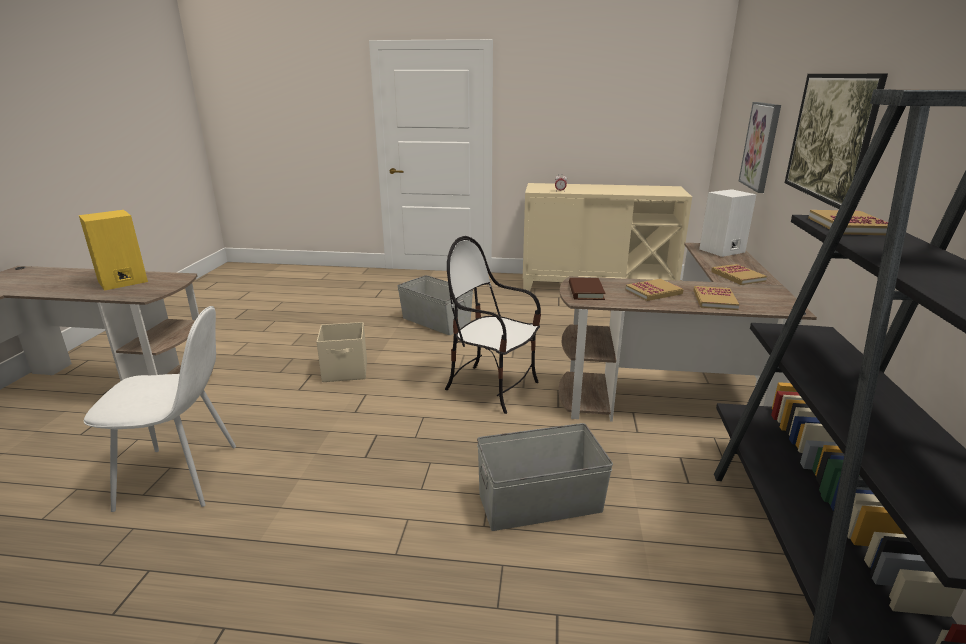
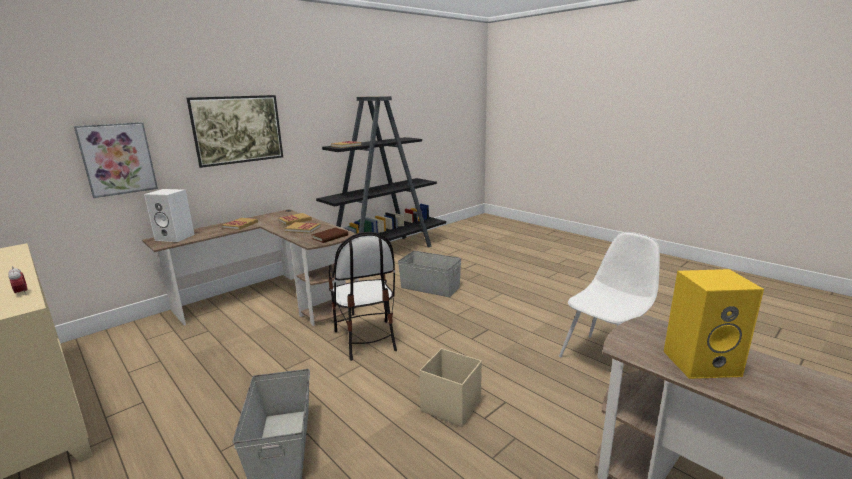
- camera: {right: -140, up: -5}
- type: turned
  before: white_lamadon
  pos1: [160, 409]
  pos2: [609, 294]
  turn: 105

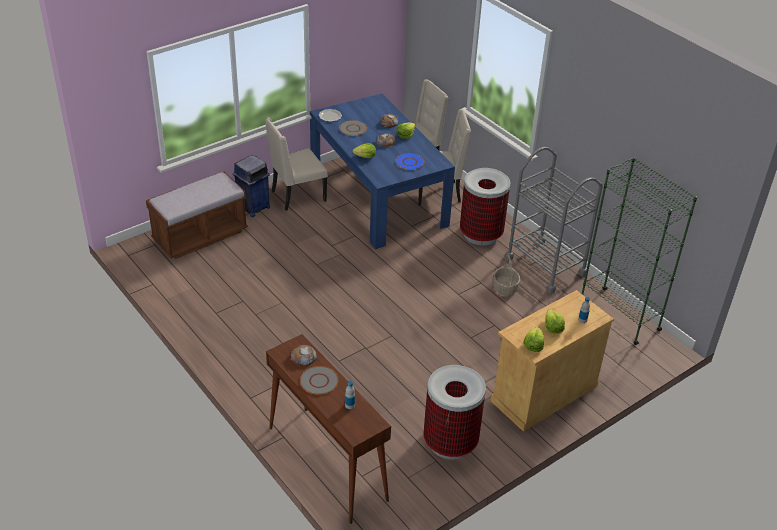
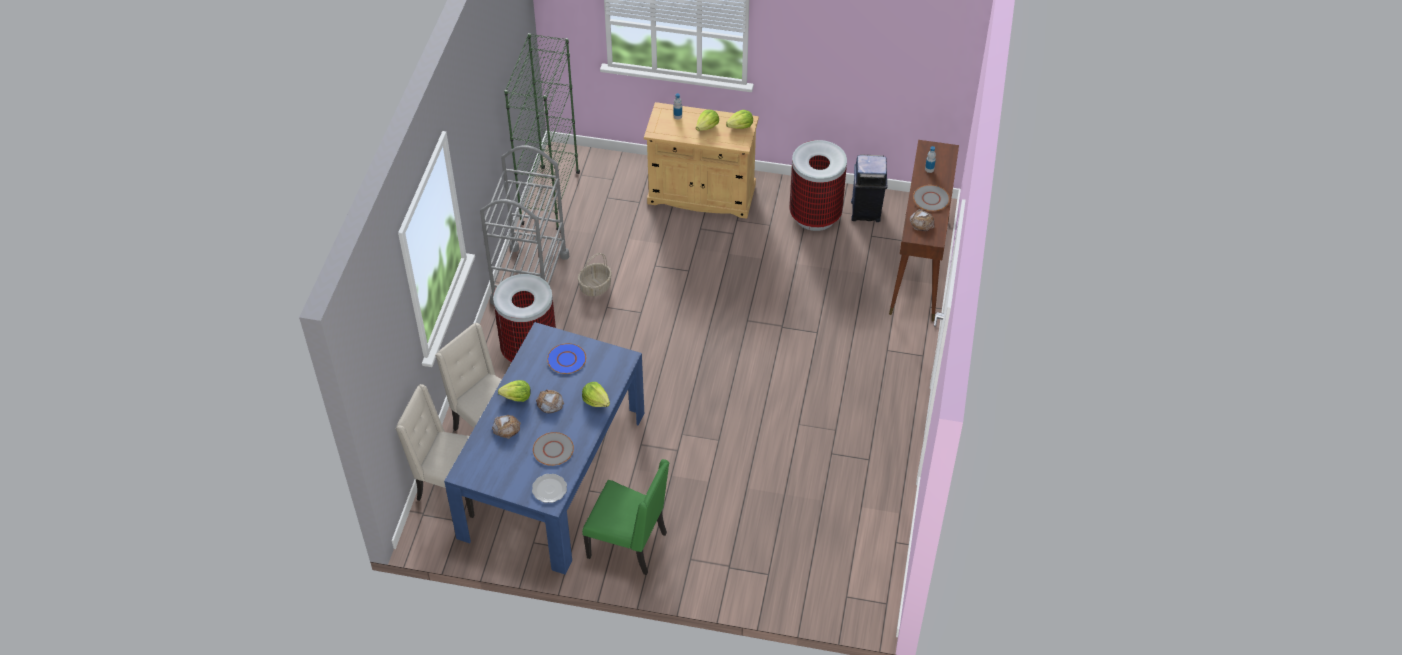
- camera: {right: -130, up: 10}
- type: recoloured
  before: beige_lamadon
  after: green_lamadon
  pos1: [296, 164]
  pos2: [625, 517]
- type: moved
  before: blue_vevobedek
  pos1: [251, 186]
  pos2: [869, 188]
- type: removed
  before: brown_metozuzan
  pos1: [197, 215]

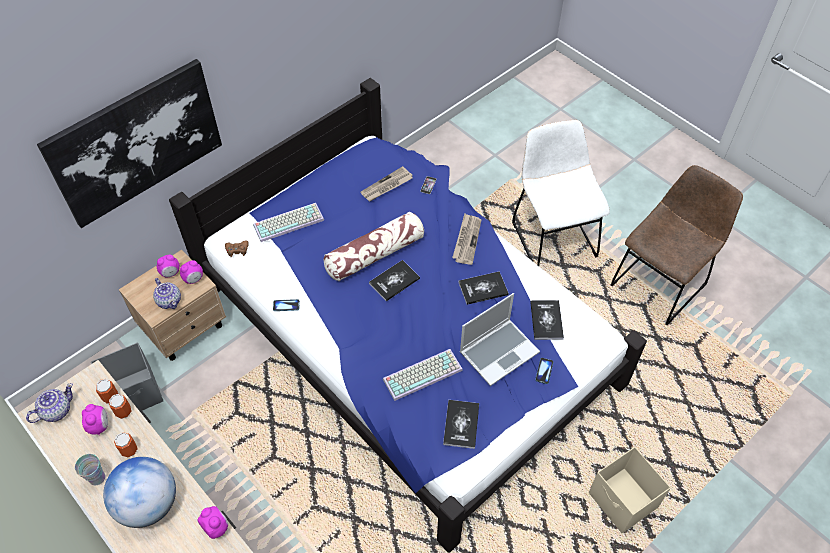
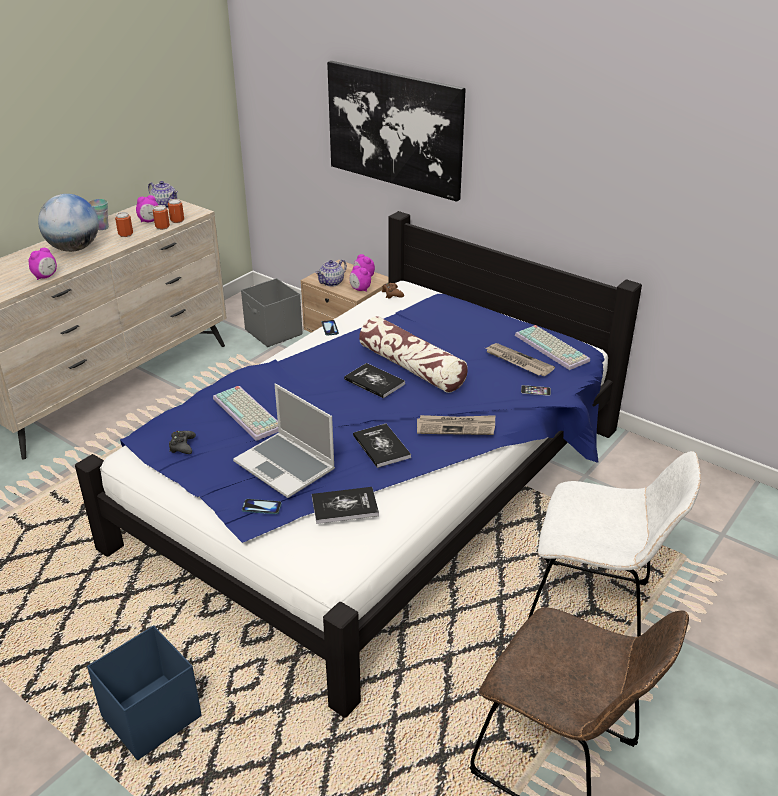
- camera: {right: 80, up: -20}
- type: recoloured
  before: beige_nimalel
  after: blue_nimalel
  pos1: [630, 490]
  pos2: [144, 693]
- type: replaced
  before: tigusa
  after: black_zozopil
  pos1: [461, 424]
  pos2: [182, 442]
- type: moved
  before: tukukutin
  pos1: [288, 222]
  pos2: [552, 347]
- type: turned
  before: white_lamadon
  pos1: [561, 193]
  pos2: [614, 544]
  turn: 45

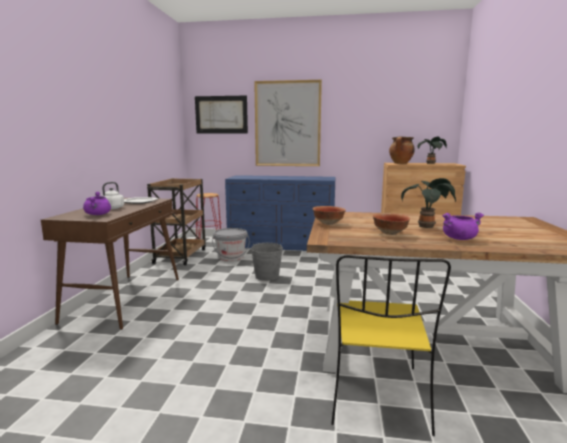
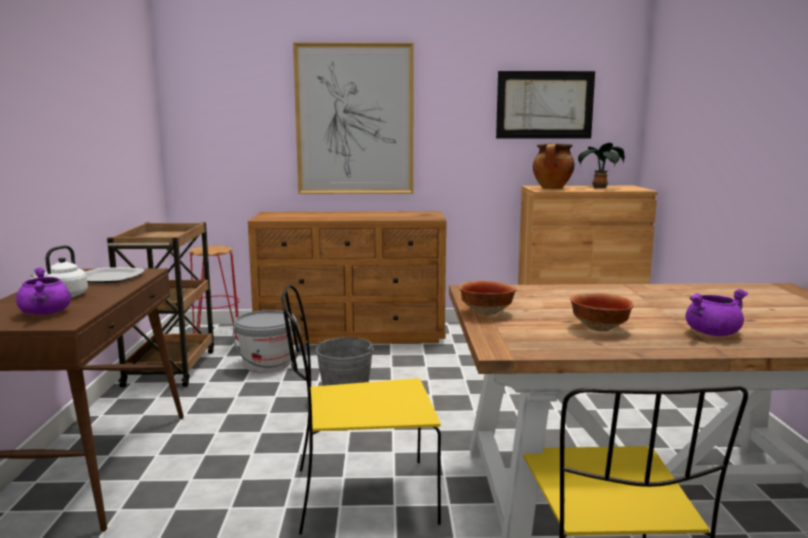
- camera: {right: -10, up: 0}
- type: recoloured
  before: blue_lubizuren
  after: brown_lubizuren
  pos1: [280, 213]
  pos2: [347, 278]
- type: added
  after: yellow_lamadon
  pos2: [361, 409]
- type: moved
  before: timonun
  pos1: [221, 114]
  pos2: [545, 104]
- type: removed
  before: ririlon
  pos1: [428, 203]

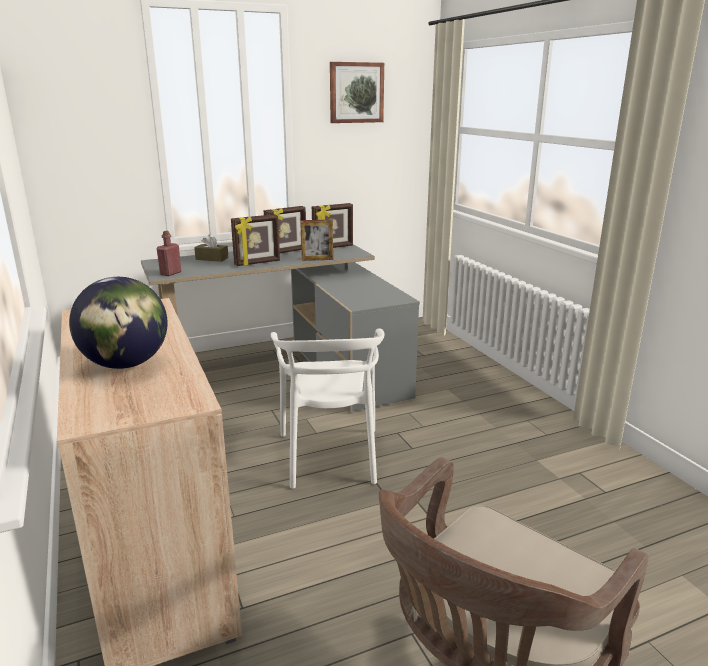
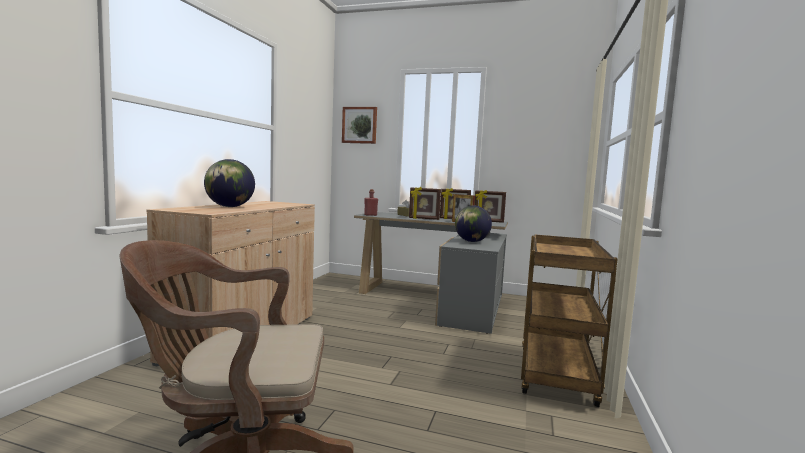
- camera: {right: 40, up: -15}
- type: moved
  before: timonun
  pos1: [357, 92]
  pos2: [359, 125]
- type: added
  after: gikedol
  pos2: [473, 223]
- type: added
  after: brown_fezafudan
  pos2: [569, 320]
- type: removed
  before: white_lamadon
  pos1: [328, 408]

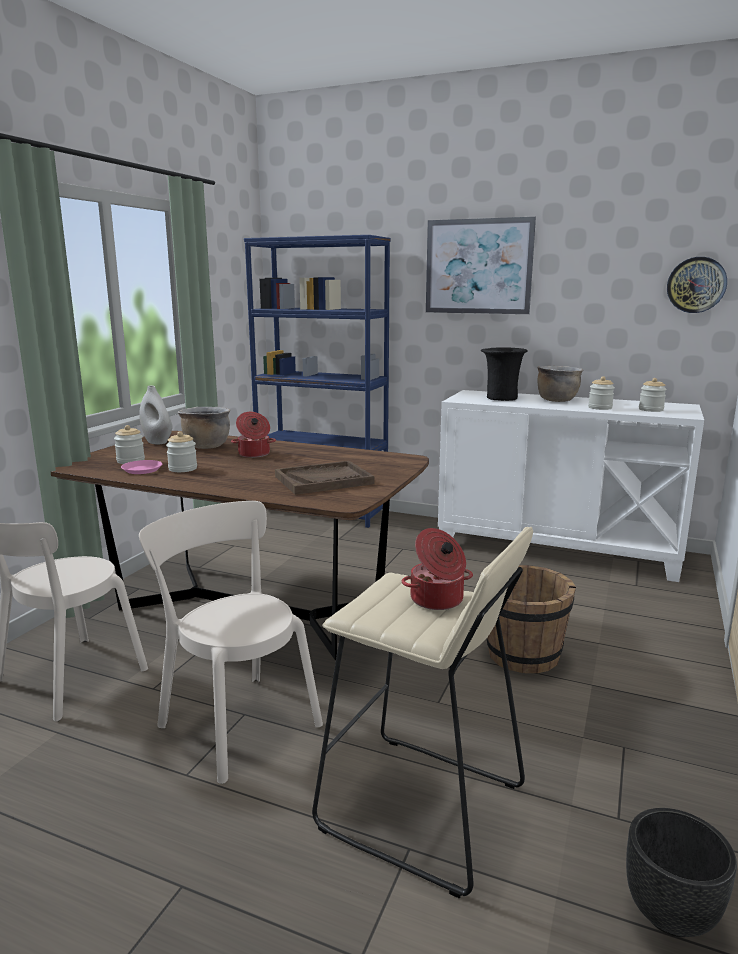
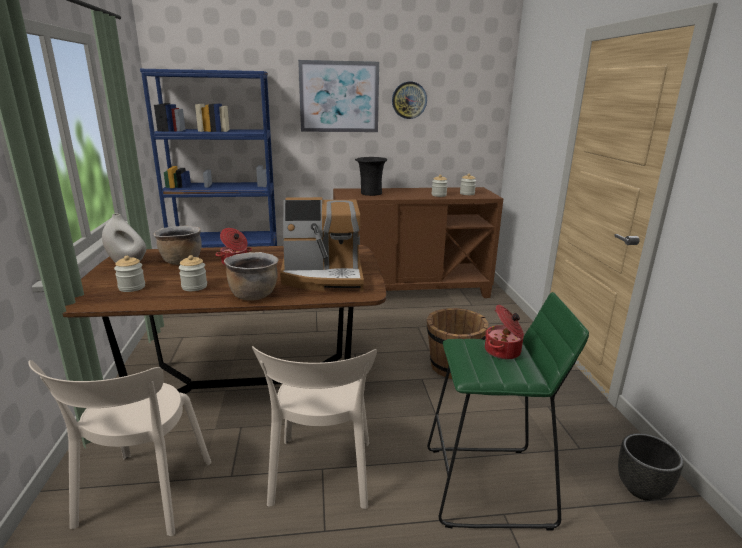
- camera: {right: -30, up: 5}
- type: moved
  before: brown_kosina
  pos1: [560, 384]
  pos2: [251, 276]
- type: turned
  before: beige_lamadon
  pos1: [231, 642]
  pos2: [314, 427]
  turn: -105
- type: replaced
  before: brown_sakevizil
  after: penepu
  pos1: [325, 478]
  pos2: [322, 244]
- type: recoloured
  before: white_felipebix
  after: brown_felipebix
  pos1: [571, 486]
  pos2: [418, 242]
- type: moved
  before: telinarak
  pos1: [697, 285]
  pos2: [409, 100]
- type: recoloured
  before: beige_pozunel
  after: green_pozunel
  pos1: [422, 712]
  pos2: [508, 411]
- type: removed
  before: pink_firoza
  pos1: [141, 467]

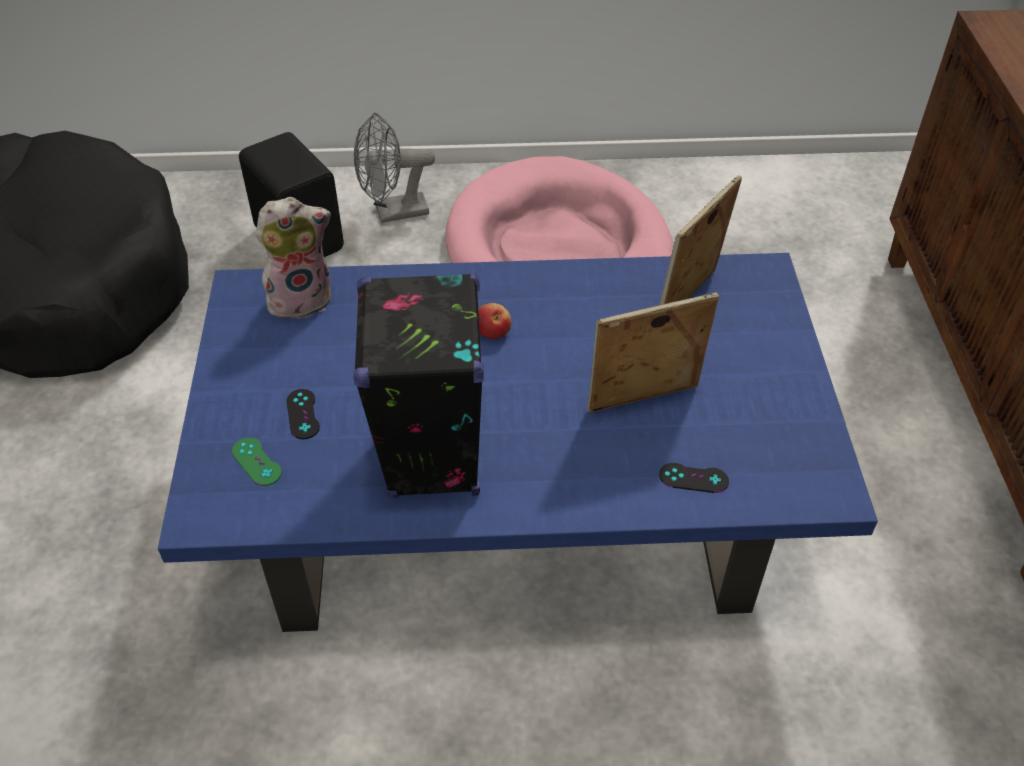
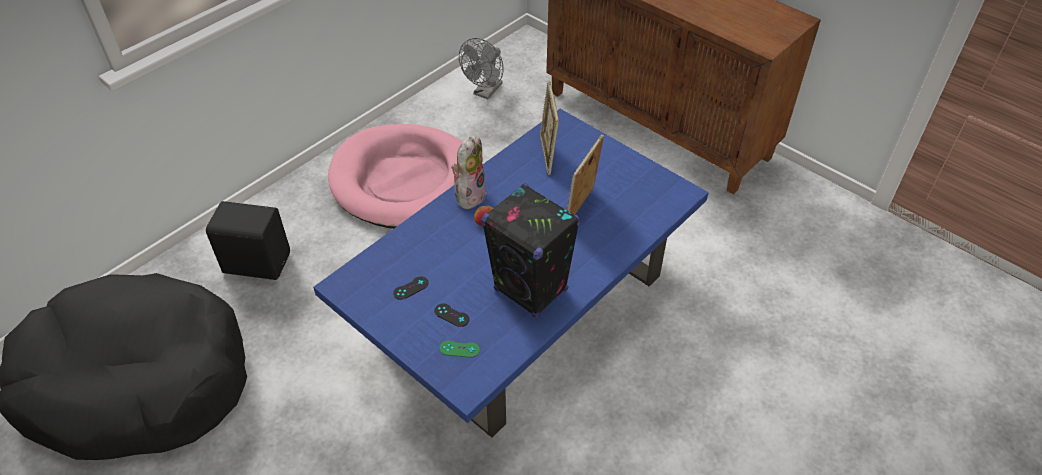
- camera: {right: -45, up: 0}
- type: moved
  before: black_zozopil
  pos1: [694, 478]
  pos2: [411, 288]
- type: moved
  before: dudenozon
  pos1: [293, 258]
  pos2: [469, 173]
- type: moved
  before: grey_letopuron
  pos1: [394, 168]
  pos2: [481, 68]

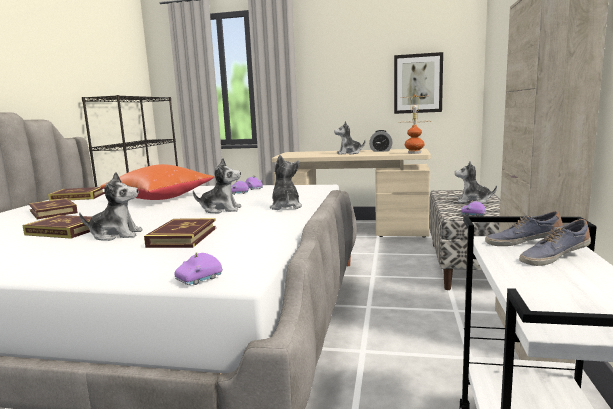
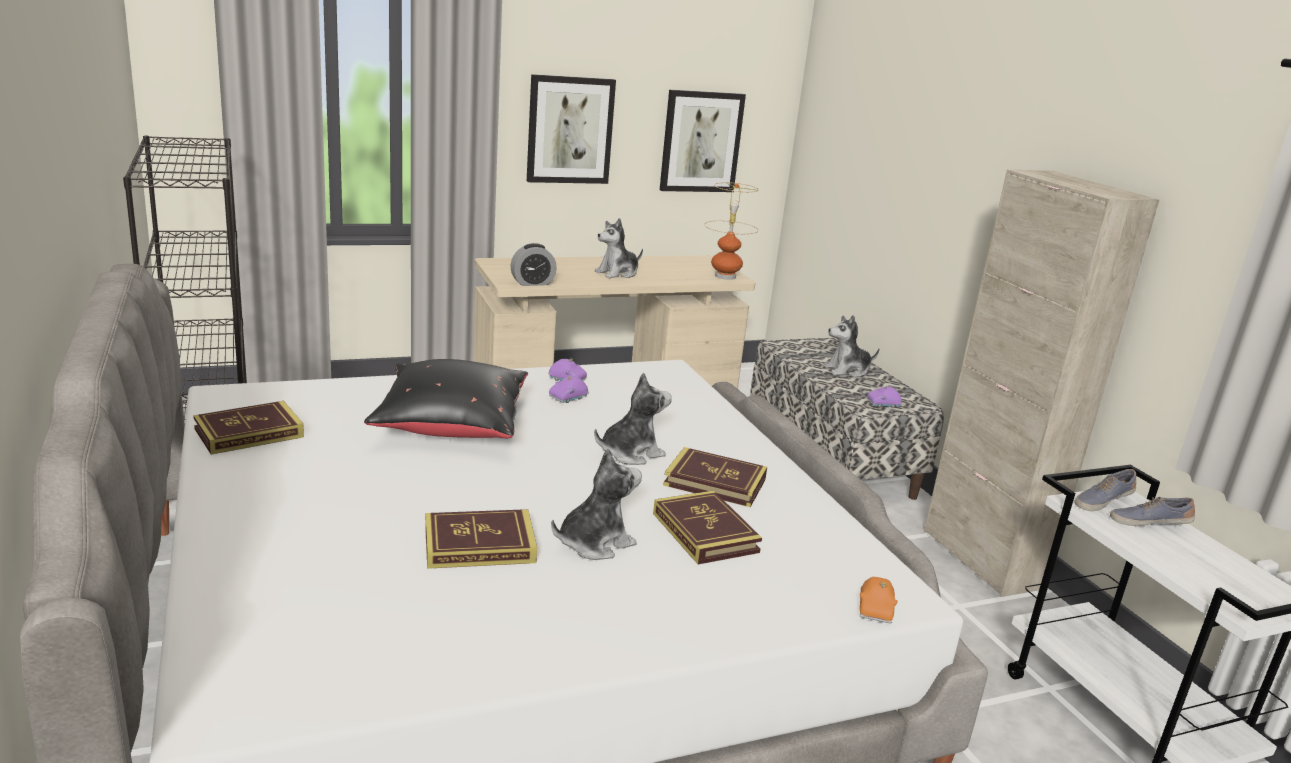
- camera: {right: -35, up: 10}
- type: recoloured
  before: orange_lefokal
  after: black_lefokal
  pos1: [157, 182]
  pos2: [446, 398]
- type: moved
  before: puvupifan
  pos1: [381, 141]
  pos2: [533, 264]
- type: added
  after: timonun
  pos2: [571, 129]
- type: moved
  before: tigusa
  pos1: [53, 208]
  pos2: [715, 477]
- type: recoloured
  before: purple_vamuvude
  after: orange_vamuvude
  pos1: [198, 268]
  pos2: [878, 600]
- type: turned
  before: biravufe
  pos1: [555, 242]
  pos2: [1152, 511]
  turn: 60
- type: removed
  before: dudenozon
  pos1: [286, 182]

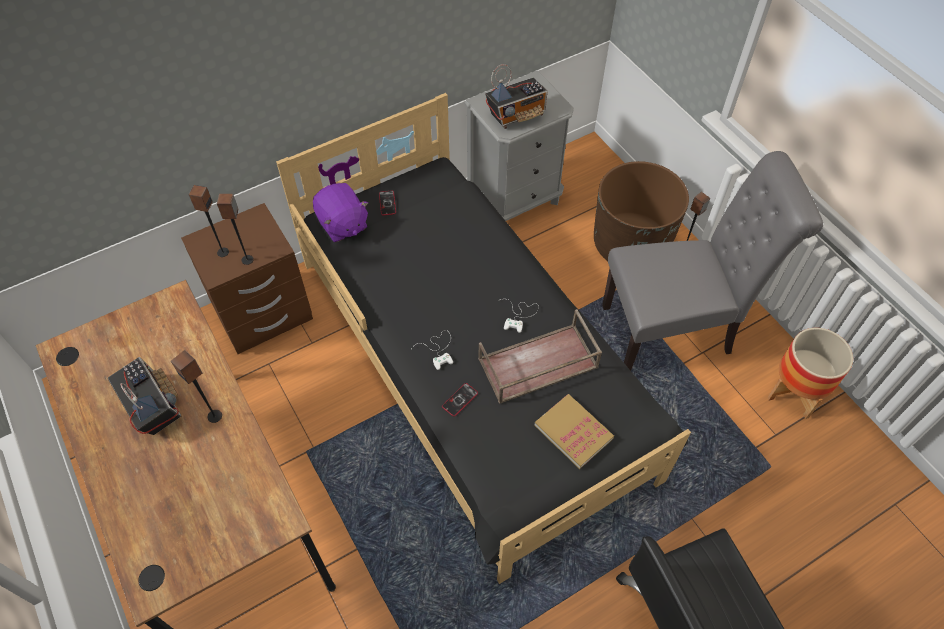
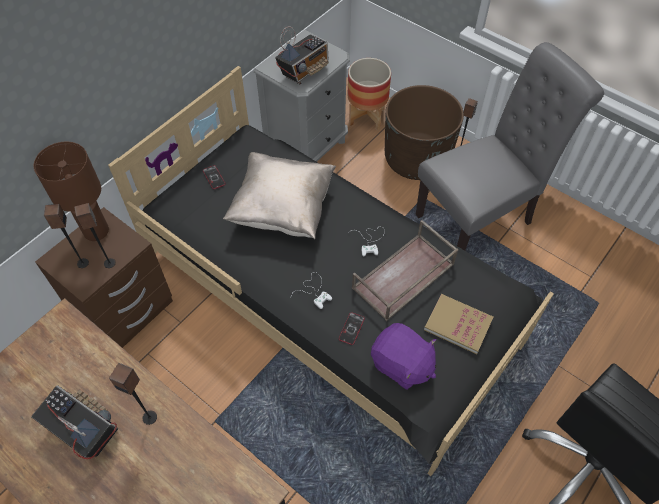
- camera: {right: -20, up: 0}
- type: added
  after: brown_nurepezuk
  pos2: [71, 191]
- type: added
  after: beige_lefokal
  pos2: [279, 195]
- type: moved
  before: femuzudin
  pos1: [810, 373]
  pos2: [369, 94]
- type: moved
  before: purple_dudenozon
  pos1: [340, 212]
  pos2: [404, 356]

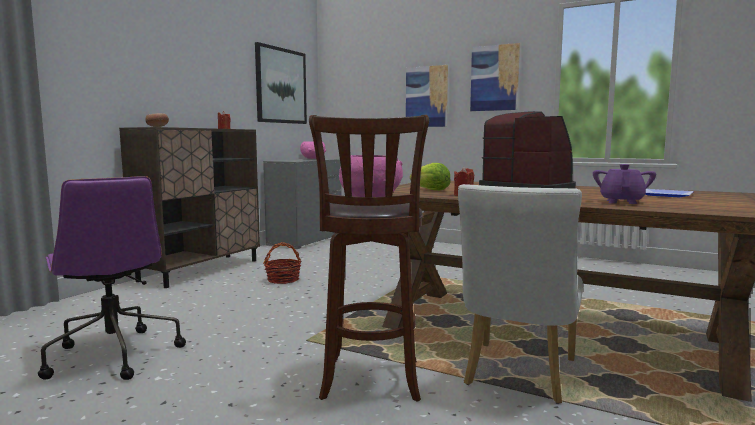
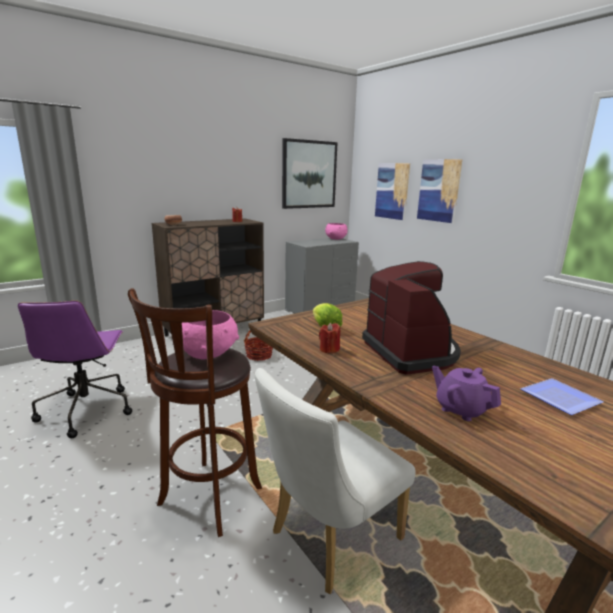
- camera: {right: 25, up: 10}
- type: moved
  before: timonun
  pos1: [495, 77]
  pos2: [392, 191]
- type: turned
  before: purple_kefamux
  pos1: [624, 184]
  pos2: [466, 393]
  turn: -90

